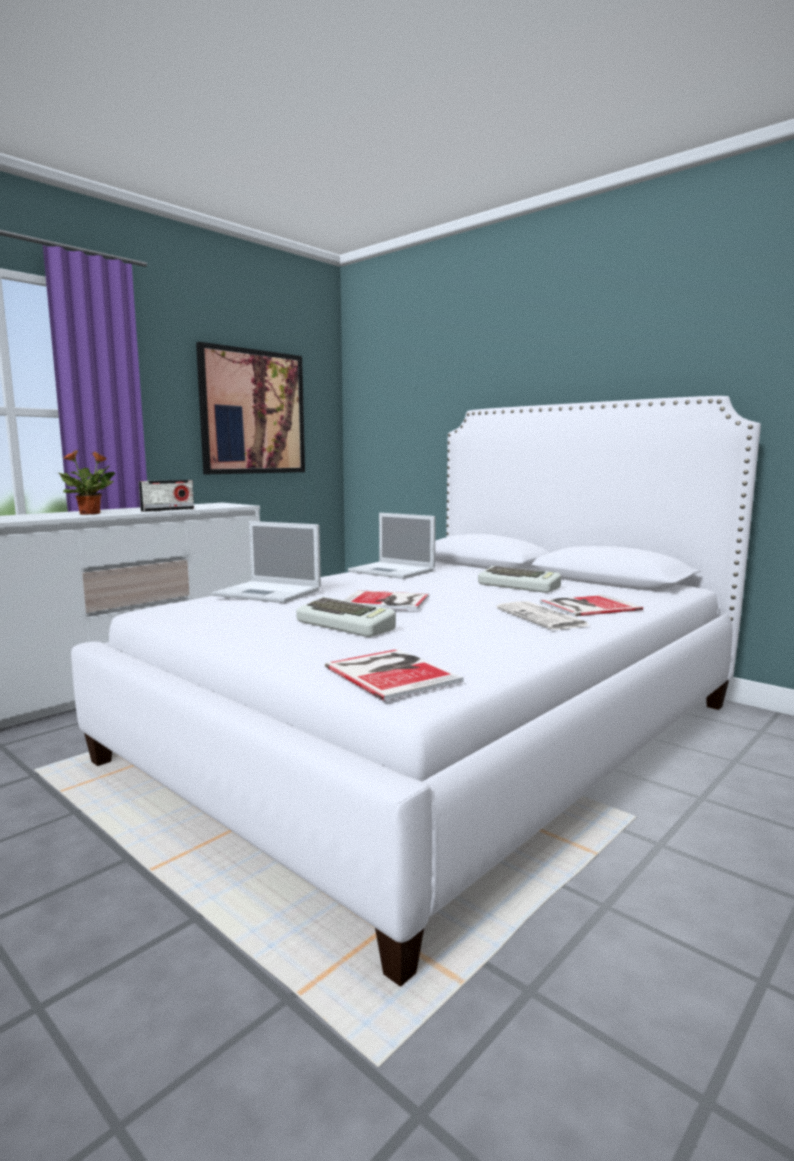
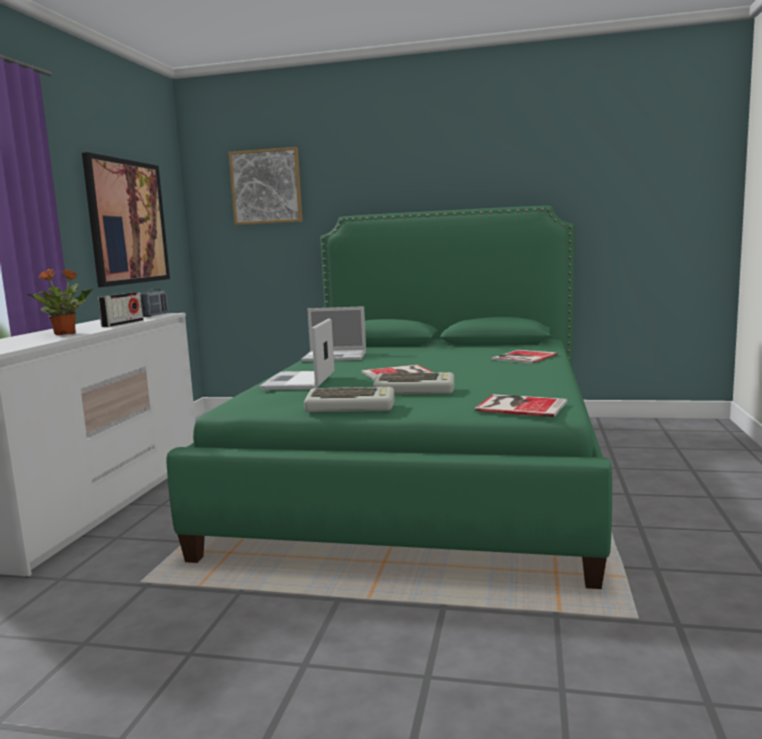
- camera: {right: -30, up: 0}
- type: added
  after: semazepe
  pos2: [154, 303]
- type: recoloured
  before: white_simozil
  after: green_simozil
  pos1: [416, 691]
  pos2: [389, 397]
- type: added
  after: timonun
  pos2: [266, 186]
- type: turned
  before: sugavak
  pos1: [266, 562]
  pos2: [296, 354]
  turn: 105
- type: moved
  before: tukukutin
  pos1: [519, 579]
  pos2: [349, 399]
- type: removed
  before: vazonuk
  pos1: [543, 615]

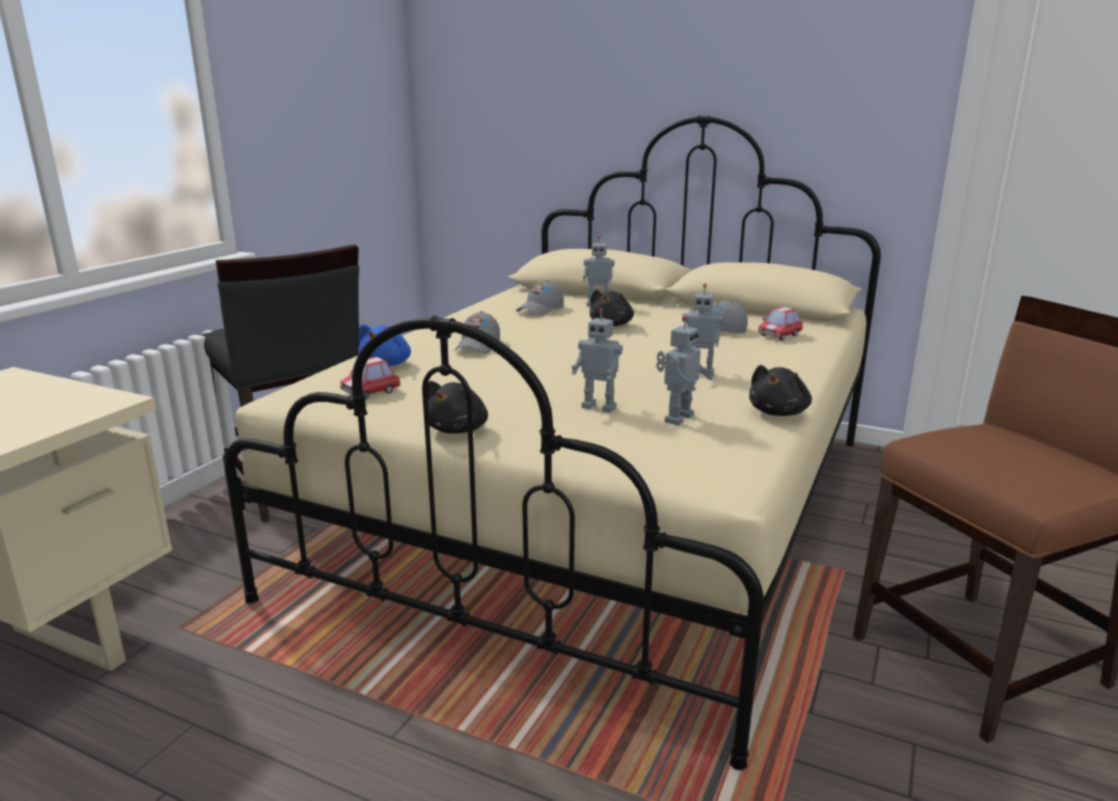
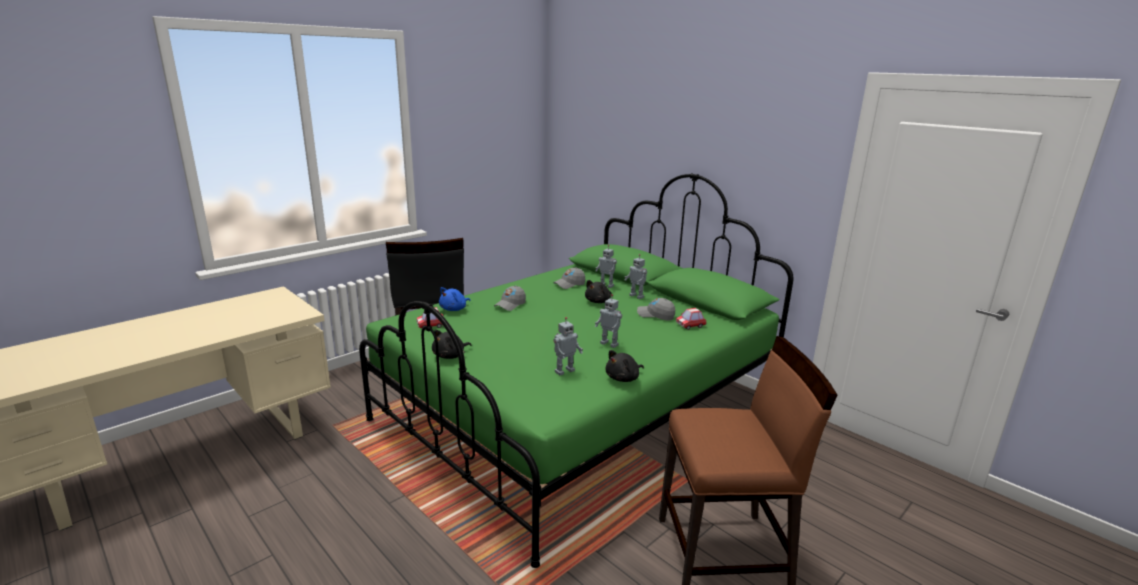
- camera: {right: 20, up: 0}
- type: recoloured
  before: beige_simozil
  after: green_simozil
  pos1: [552, 442]
  pos2: [576, 370]
- type: moved
  before: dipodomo
  pos1: [597, 360]
  pos2: [636, 276]

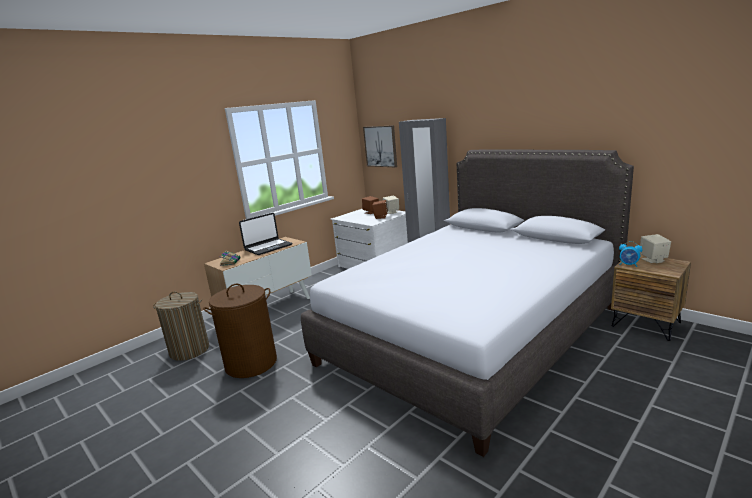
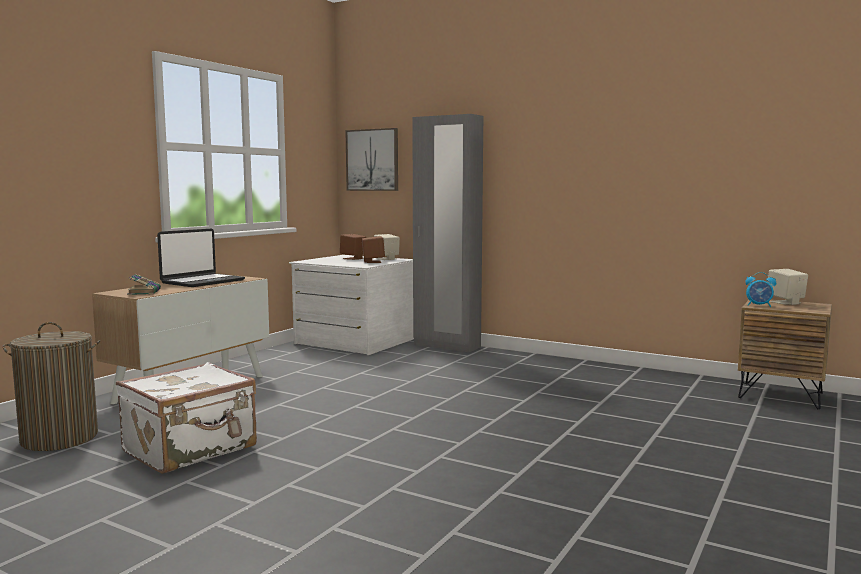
- camera: {right: -15, up: -10}
- type: replaced
  before: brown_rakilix
  after: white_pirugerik
  pos1: [240, 331]
  pos2: [186, 418]
- type: removed
  before: grey_simozil
  pos1: [467, 303]

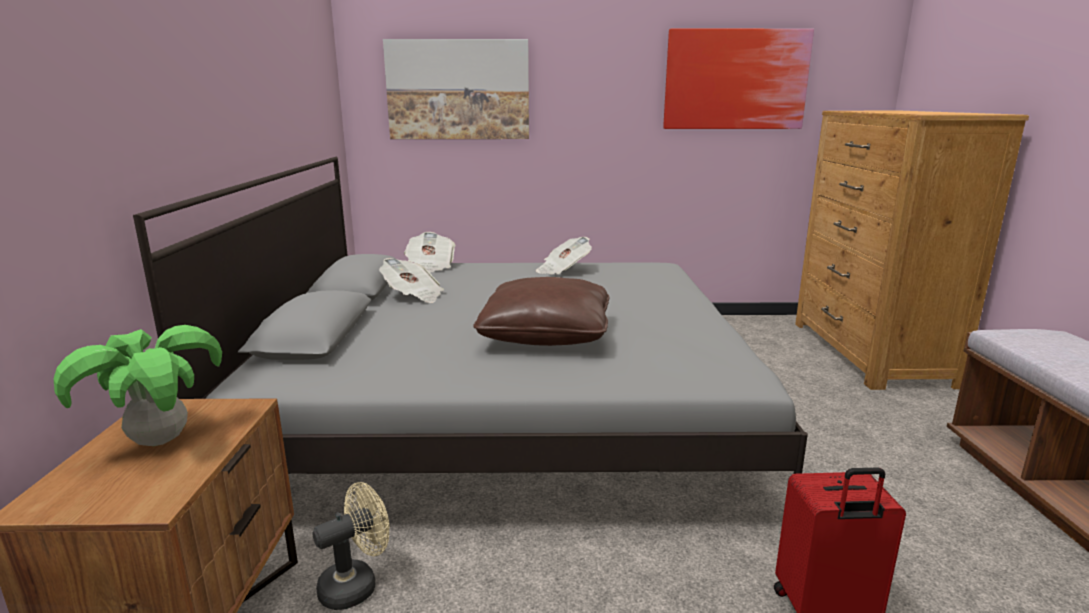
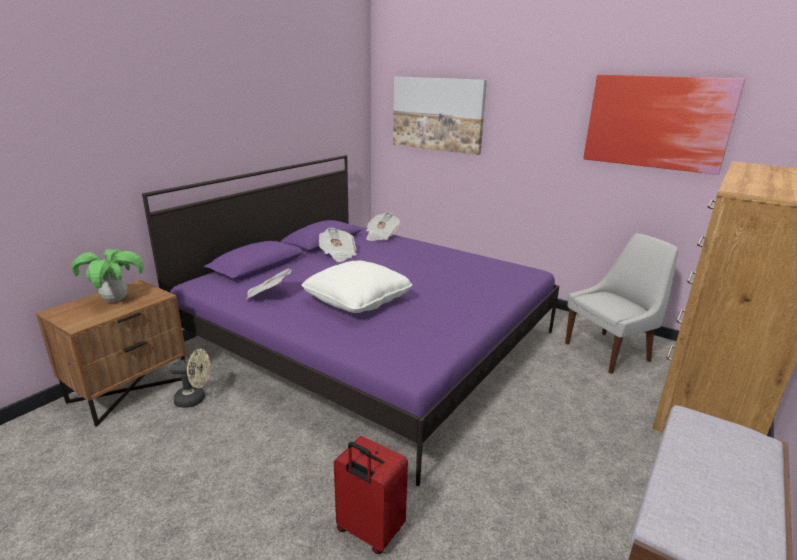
- camera: {right: 35, up: 5}
- type: recoloured
  before: grey_simozil
  after: purple_simozil
  pos1: [470, 315]
  pos2: [350, 320]
- type: moved
  before: vazonuk
  pos1: [564, 255]
  pos2: [269, 283]
- type: recoloured
  before: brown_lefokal
  after: white_lefokal
  pos1: [541, 311]
  pos2: [356, 287]
- type: added
  after: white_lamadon
  pos2: [621, 303]

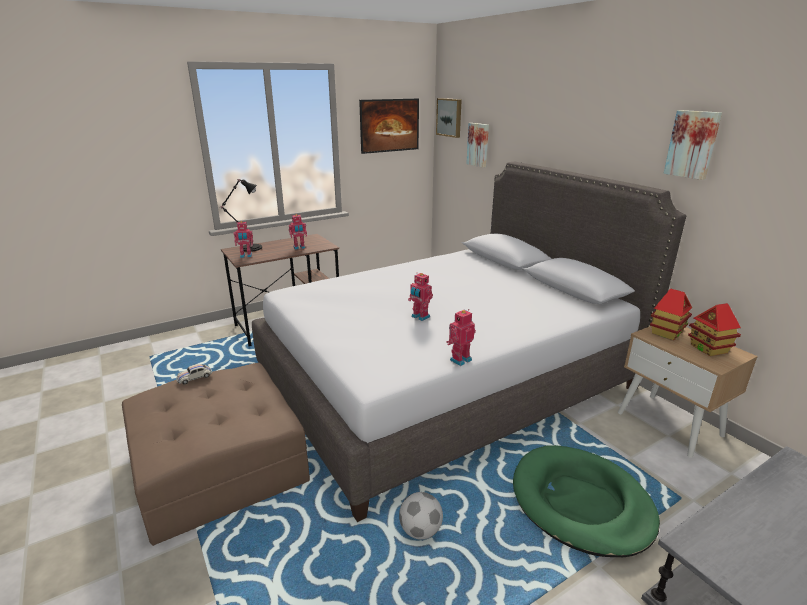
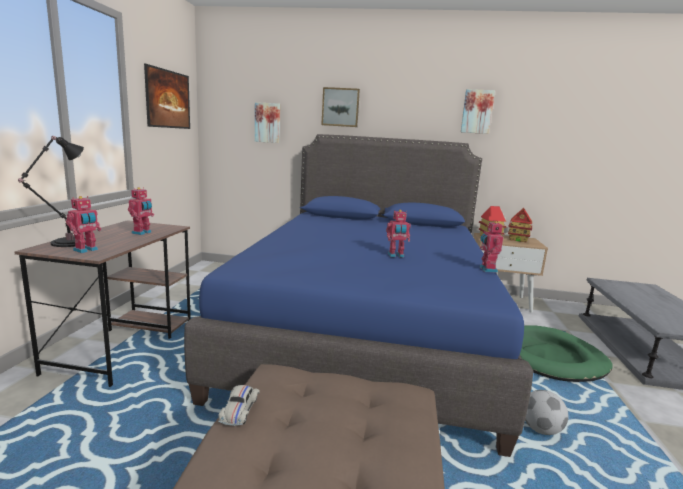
- camera: {right: -50, up: -10}
- type: recoloured
  before: grey_simozil
  after: blue_simozil
  pos1: [469, 342]
  pos2: [358, 295]
- type: moved
  before: timonun
  pos1: [449, 118]
  pos2: [340, 107]

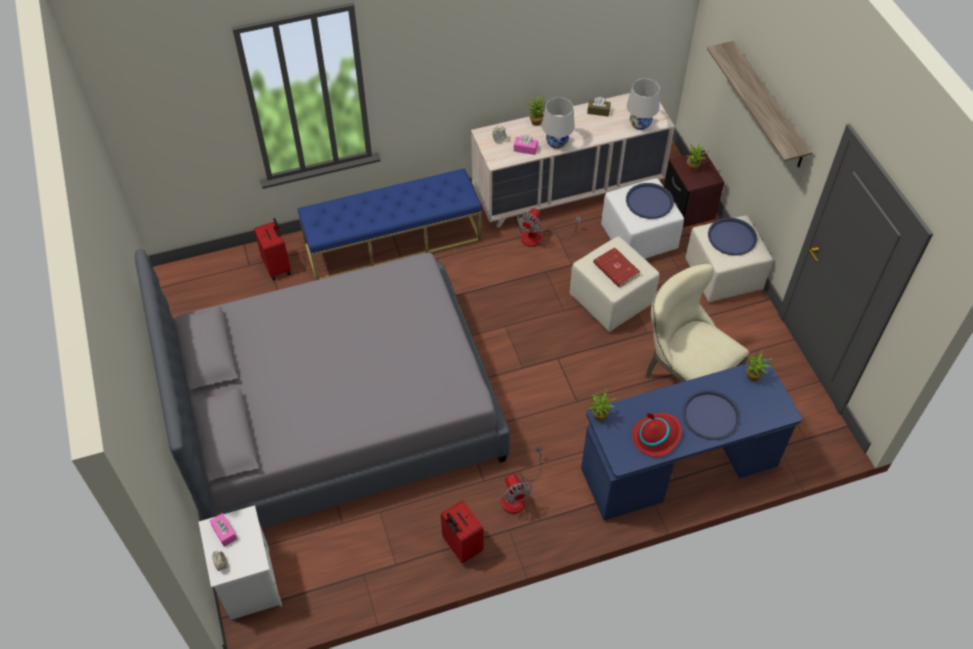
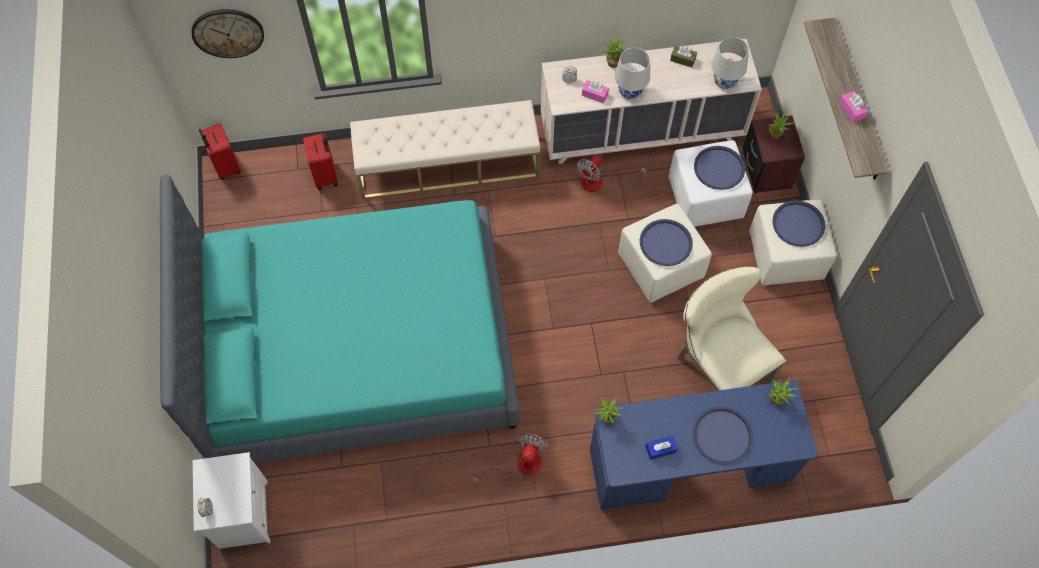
- camera: {right: 10, up: 10}
- type: recoloured
  before: grey_simozil
  after: turquoise_simozil
  pos1: [322, 388]
  pos2: [339, 318]
- type: added
  after: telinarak
  pos2: [228, 33]
- type: moved
  before: red_pirugerik
  pos1: [462, 532]
  pos2: [220, 151]
- type: recoloured
  before: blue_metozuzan
  after: beige_metozuzan
  pos1: [390, 224]
  pos2: [445, 150]
- type: turned
  before: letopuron
  pos1: [521, 480]
  pos2: [510, 459]
  turn: -150
- type: replaced
  before: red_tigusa
  after: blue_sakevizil
  pos1: [616, 267]
  pos2: [666, 242]
- type: replaced
  before: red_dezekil
  after: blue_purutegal
  pos1: [657, 435]
  pos2: [661, 448]
- type: moved
  before: pink_purutegal
  pos1: [223, 530]
  pos2: [853, 107]

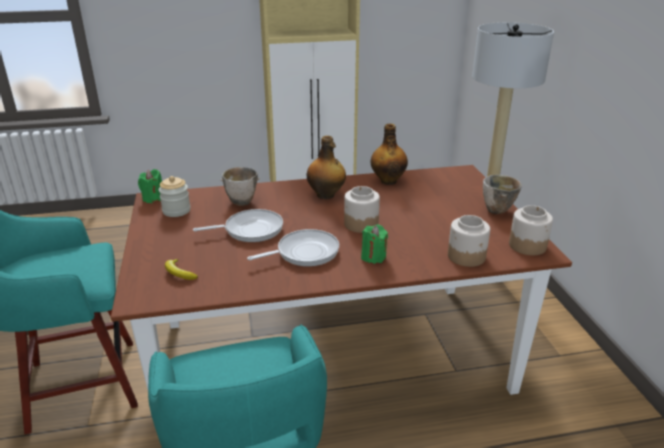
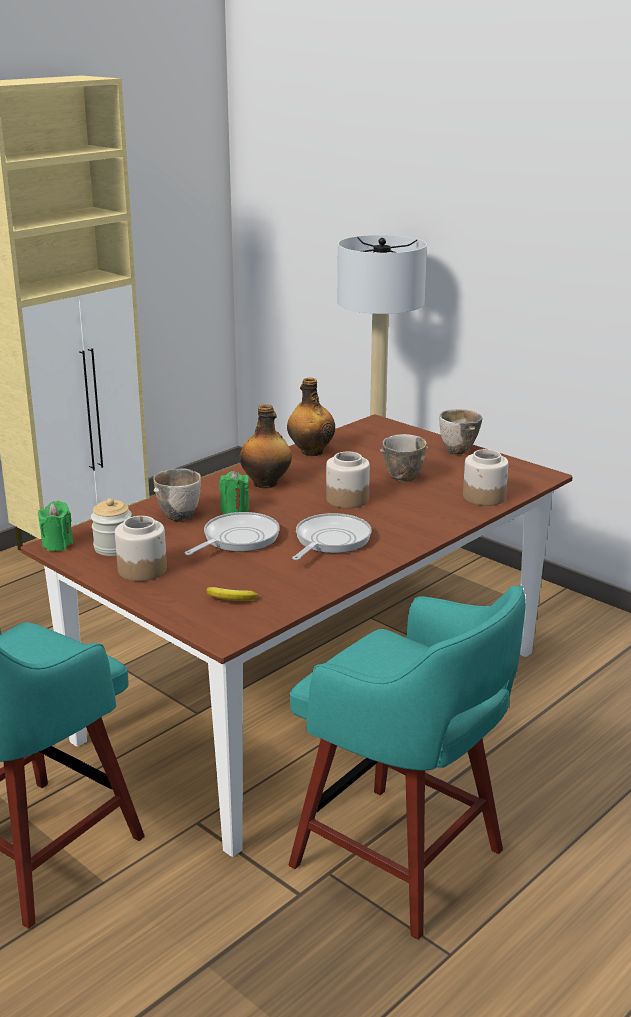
- camera: {right: -35, up: -5}
- type: moved
  before: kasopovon
  pos1: [531, 230]
  pos2: [141, 548]
- type: moved
  before: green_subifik
  pos1: [374, 244]
  pos2: [234, 492]
- type: added
  after: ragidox
  pos2: [404, 458]

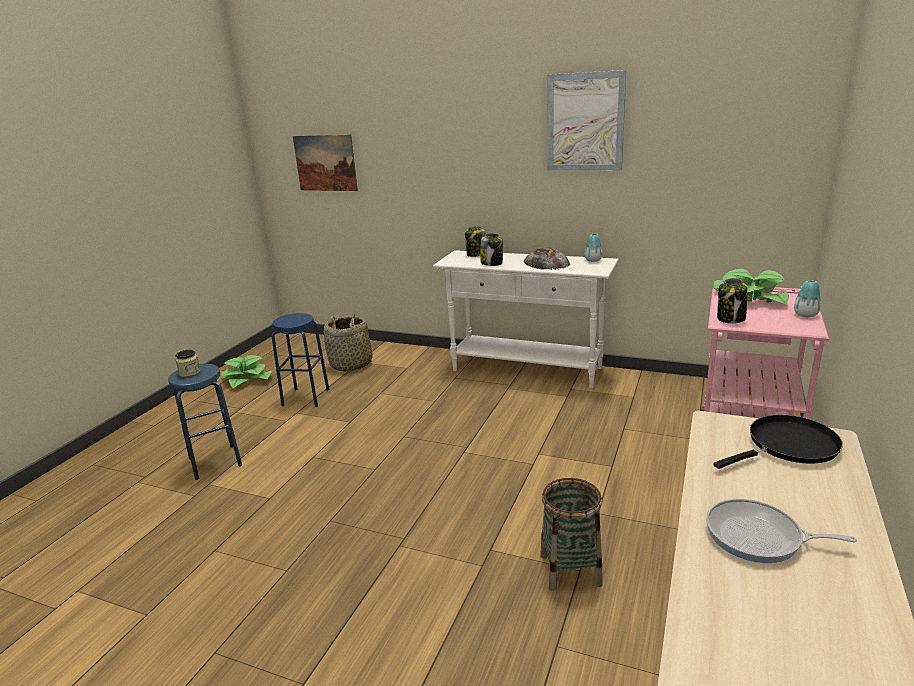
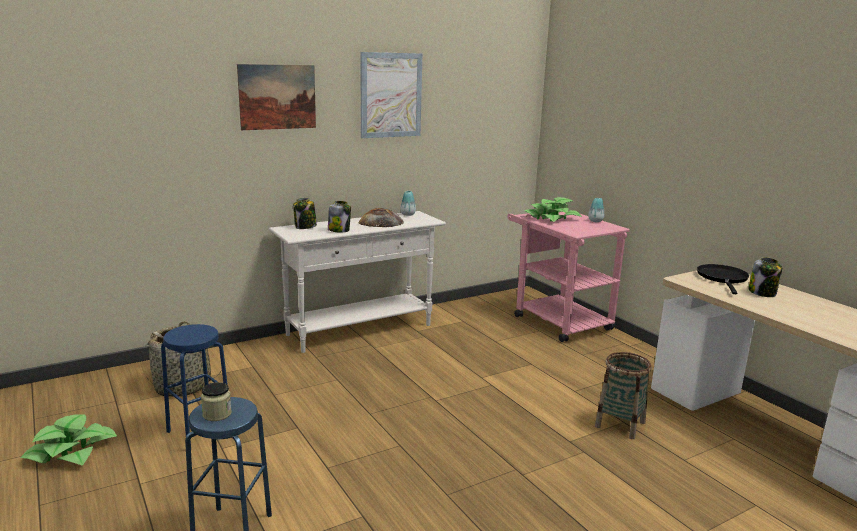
- camera: {right: -55, up: -5}
- type: moved
  before: timonun
  pos1: [325, 163]
  pos2: [276, 97]
- type: moved
  before: kasopovon
  pos1: [732, 301]
  pos2: [765, 277]
- type: removed
  before: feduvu
  pos1: [781, 531]

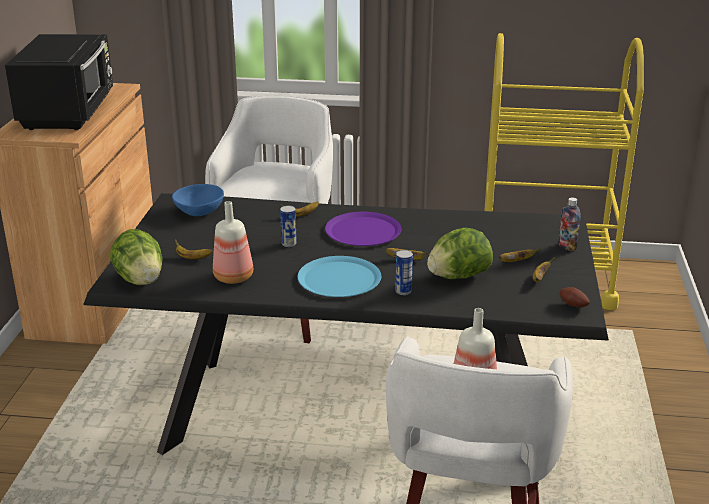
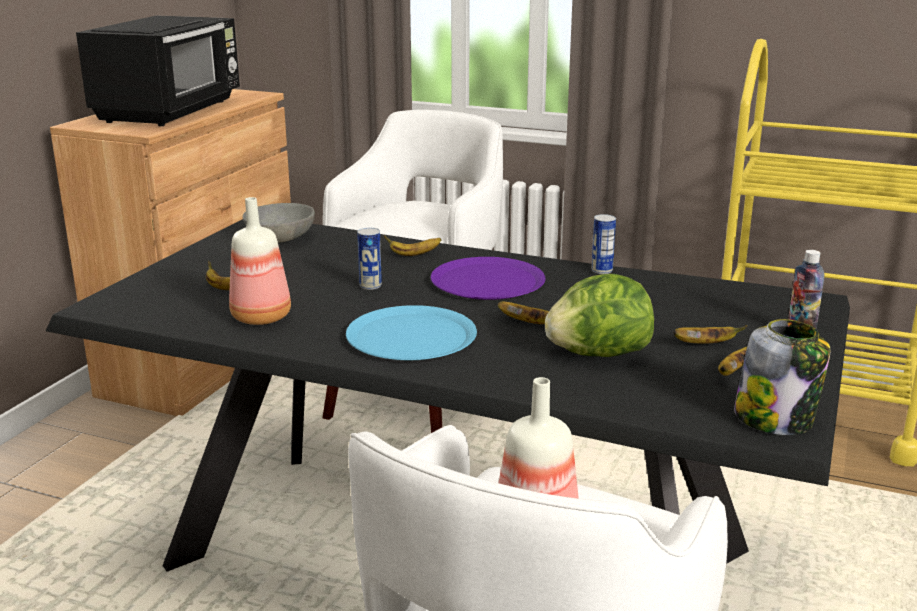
- camera: {right: 15, up: -5}
- type: recoloured
  before: blue_ragidox
  after: grey_ragidox
  pos1: [198, 200]
  pos2: [279, 223]
- type: moved
  before: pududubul
  pos1: [404, 272]
  pos2: [603, 244]
- type: replaced
  before: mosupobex
  after: kasopovon
  pos1: [575, 297]
  pos2: [782, 377]
- type: removed
  before: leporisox
  pos1: [136, 257]

